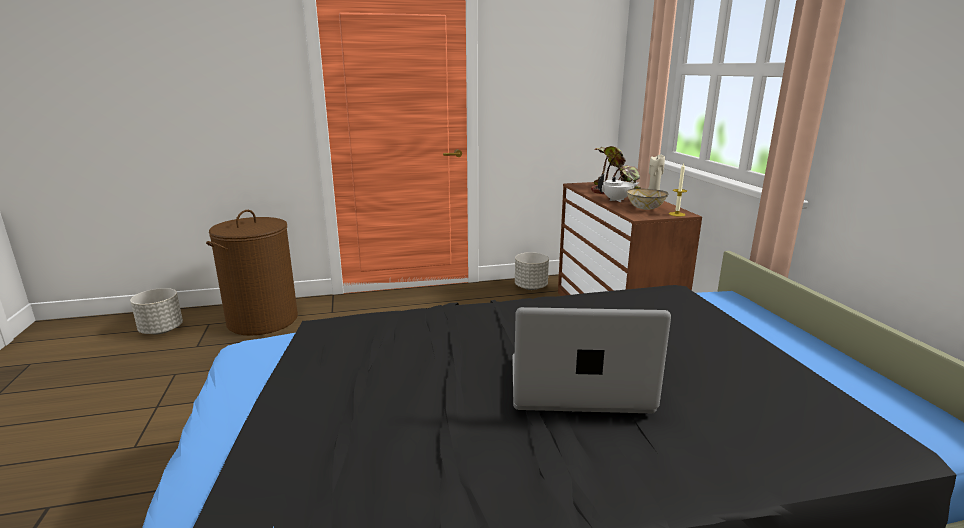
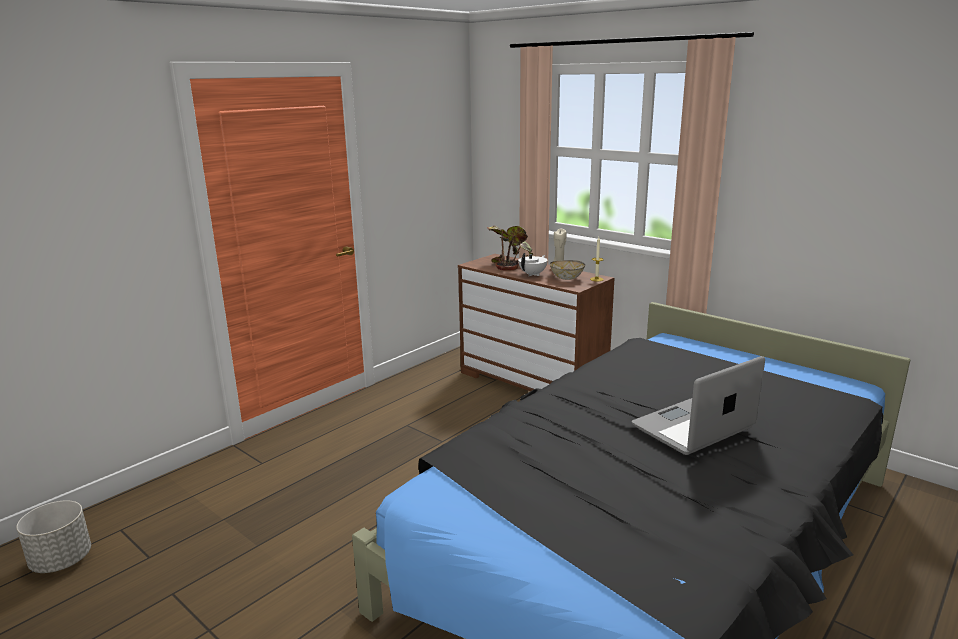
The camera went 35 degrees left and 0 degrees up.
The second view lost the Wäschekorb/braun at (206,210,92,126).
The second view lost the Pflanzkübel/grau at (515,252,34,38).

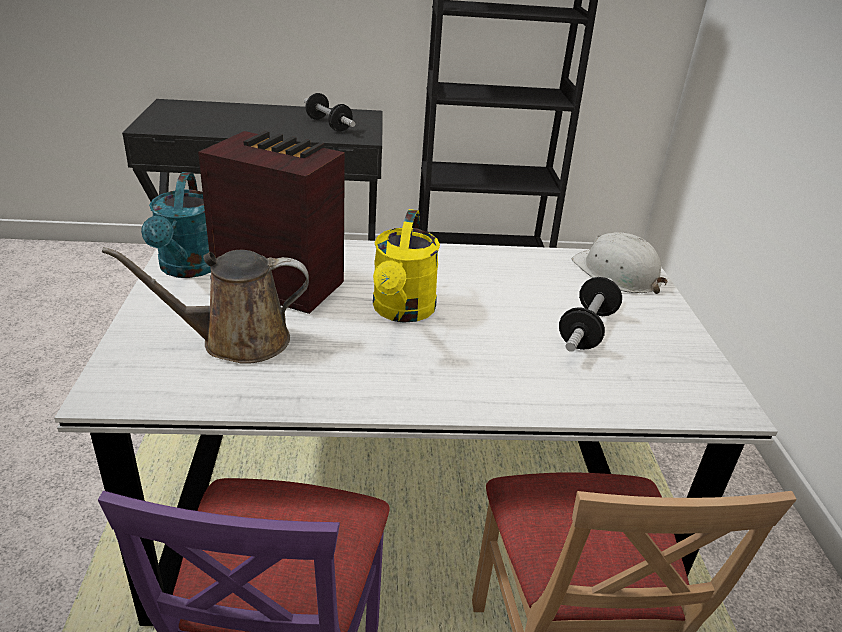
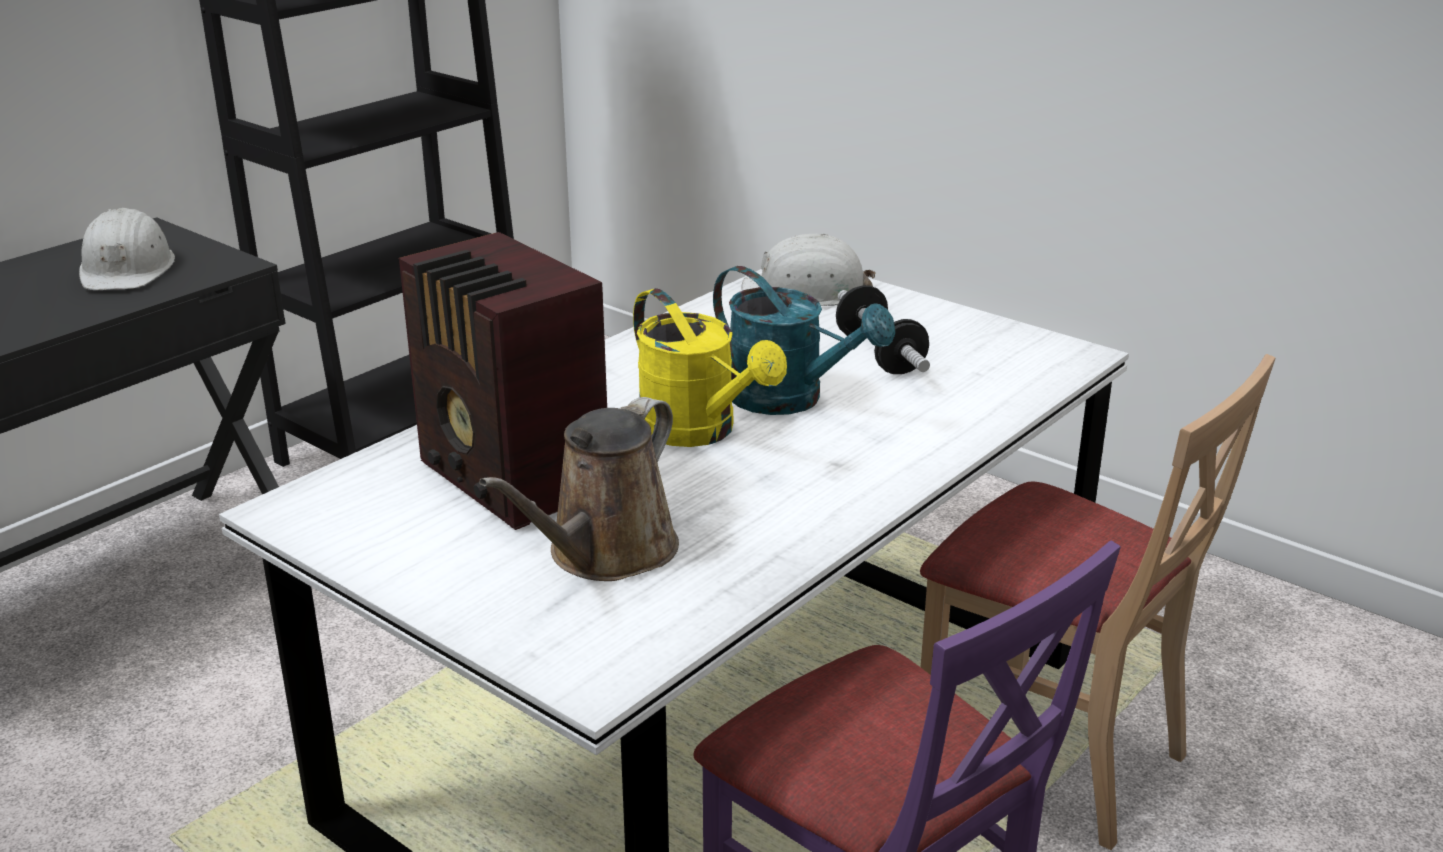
The camera went 45 degrees left and 5 degrees down.
Where the Hantel stood at (304,93,52,39), the Schutzhelm/weiß came to stand at (79,208,96,82).
The Radio at (198,131,147,183) ended up facing another way, 105 degrees counterclockwise from before.
The Gießkanne/türkis ended up elsewhere, having gone from (141,172,70,106) to (713,266,182,149).

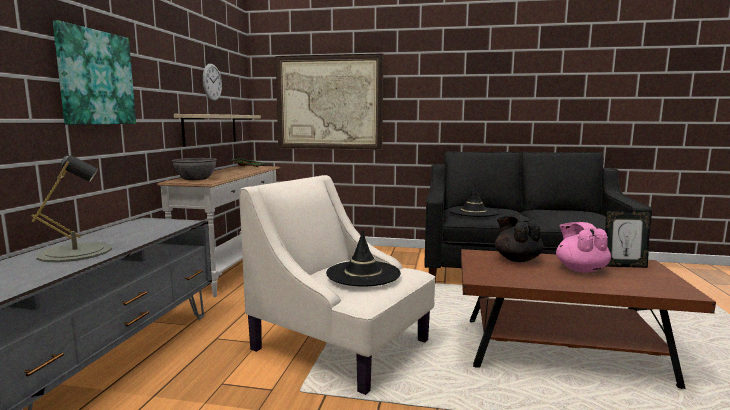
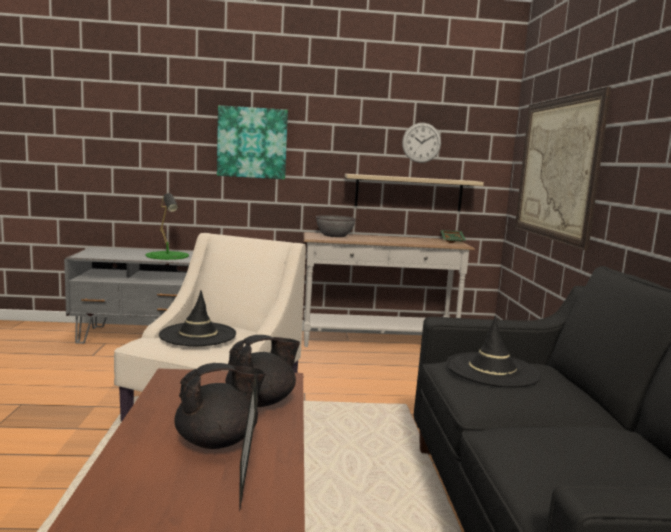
The camera went 75 degrees right and 0 degrees up.
What was the Tischlampe/grau at (32,155,80,107) turned into the Tischlampe/grün at (145,193,44,67).
What was the Teekanne/rosa at (556,222,55,51) turned into the Teekanne/schwarz at (174,363,92,86).

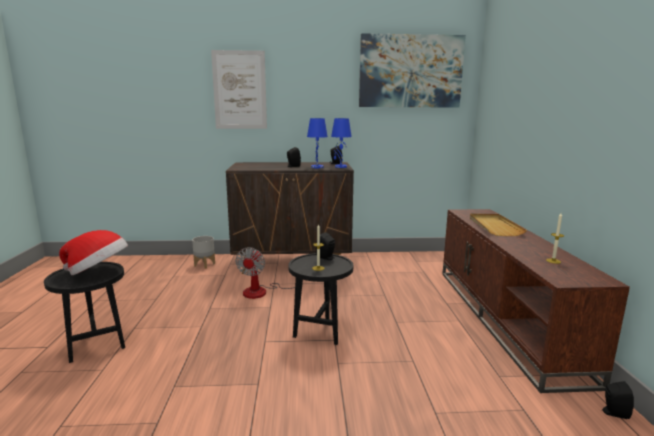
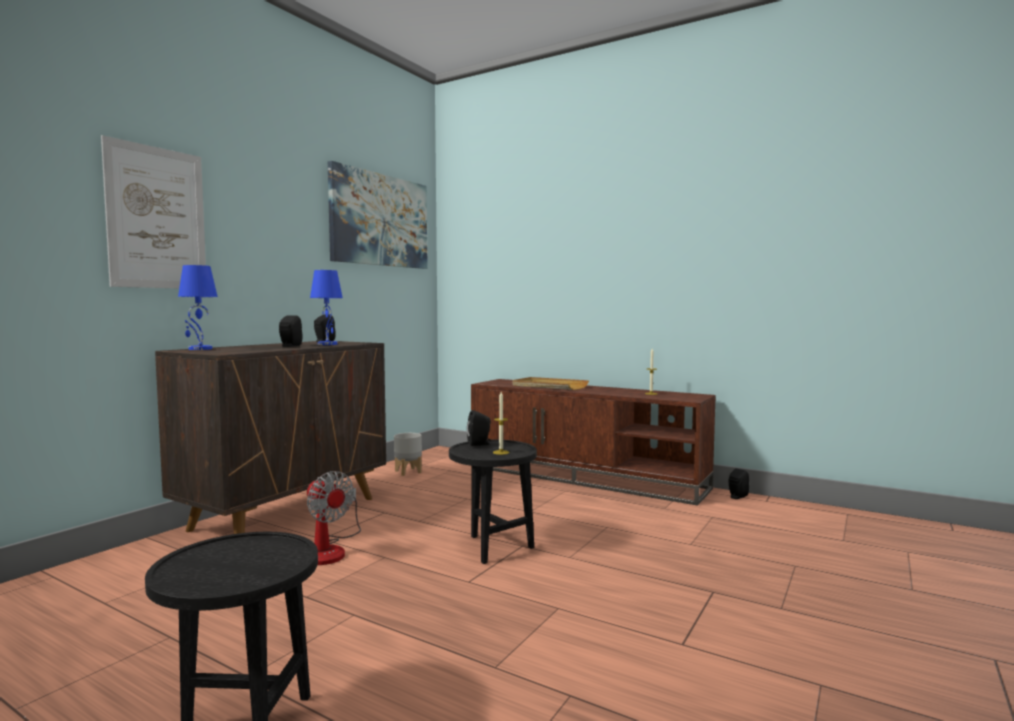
The camera went 55 degrees left and 10 degrees down.
The Tischlampe/blau ended up elsewhere, having gone from (331,118,21,50) to (178,265,40,85).
The Pflanzkübel/grau ended up elsewhere, having gone from (192,236,23,33) to (394,433,28,43).
The second view lost the Hut at (59,230,69,45).

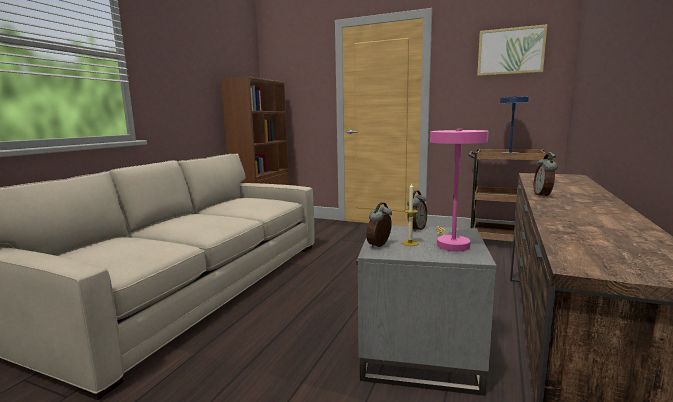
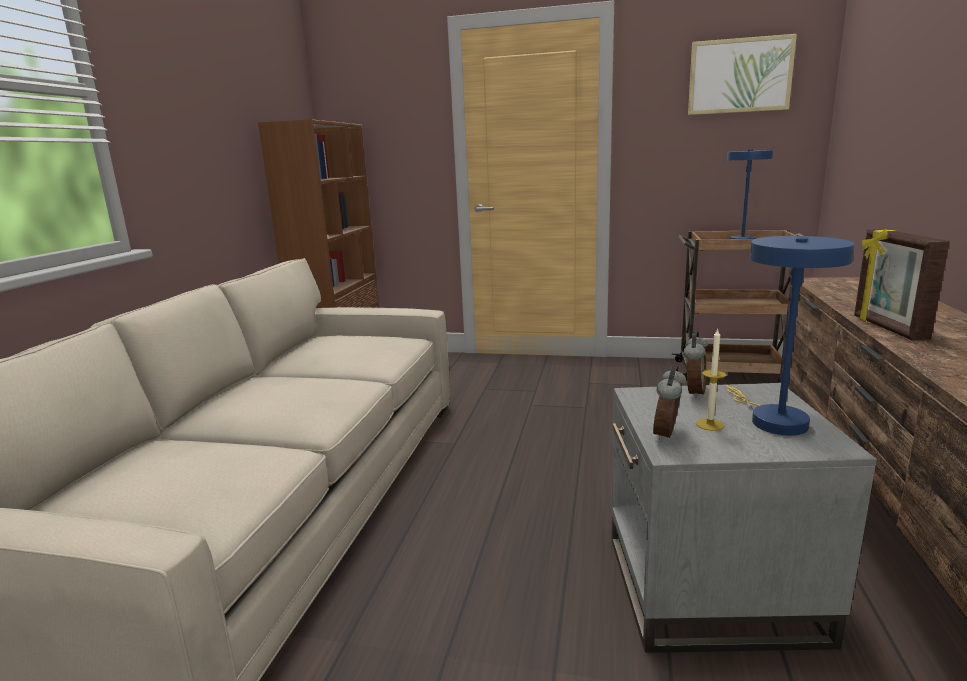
The camera went 10 degrees left and 5 degrees up.
What was the Tischlampe/rosa at (430,129,59,122) turned into the Tischlampe/blau at (726,236,129,199).
Where the Wecker stood at (533,154,25,44), the Bilderrahmen came to stand at (854,229,96,112).

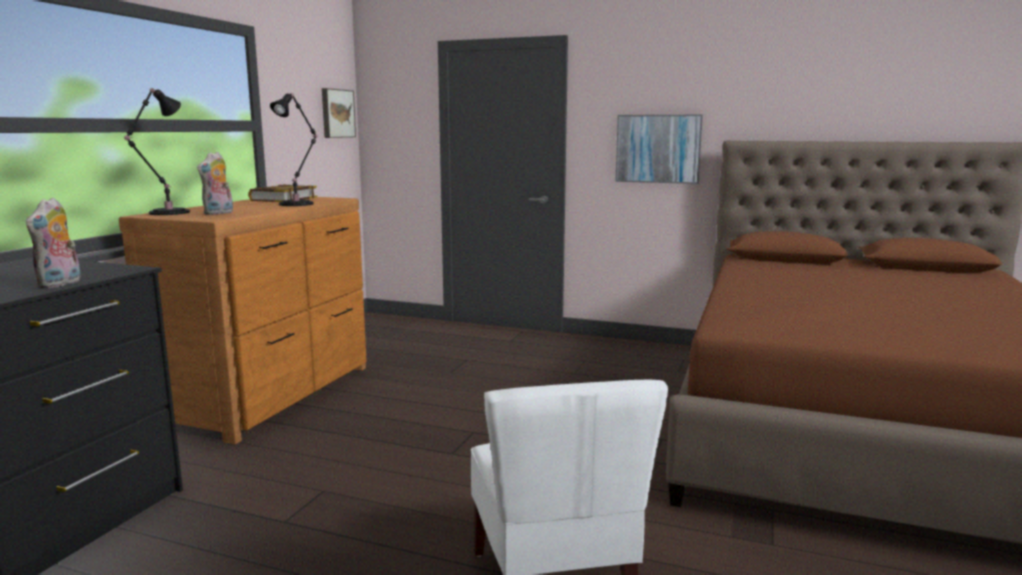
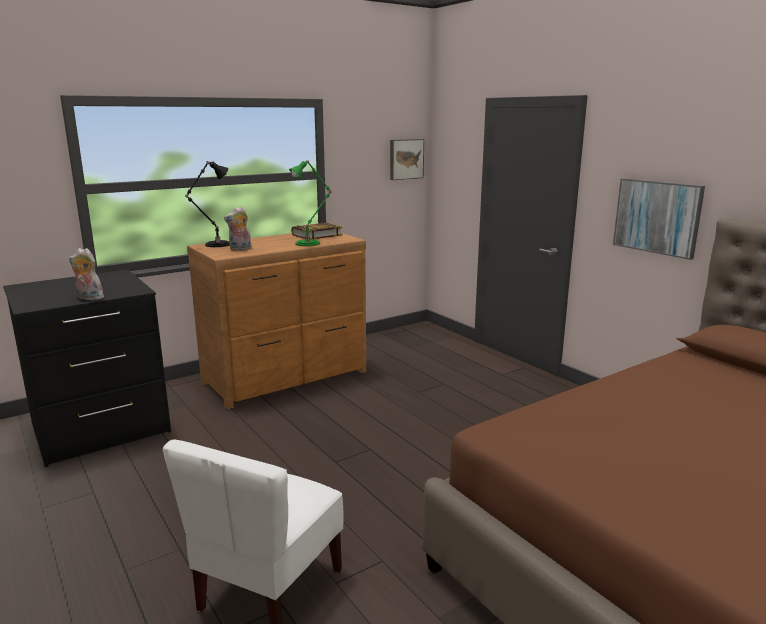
The camera went 35 degrees right and 5 degrees up.
The Plüschtier at (26,197,55,91) ended up facing another way, 60 degrees clockwise from before.
What was the Tischlampe/schwarz at (270,93,48,113) turned into the Tischlampe/grün at (289,160,43,86).

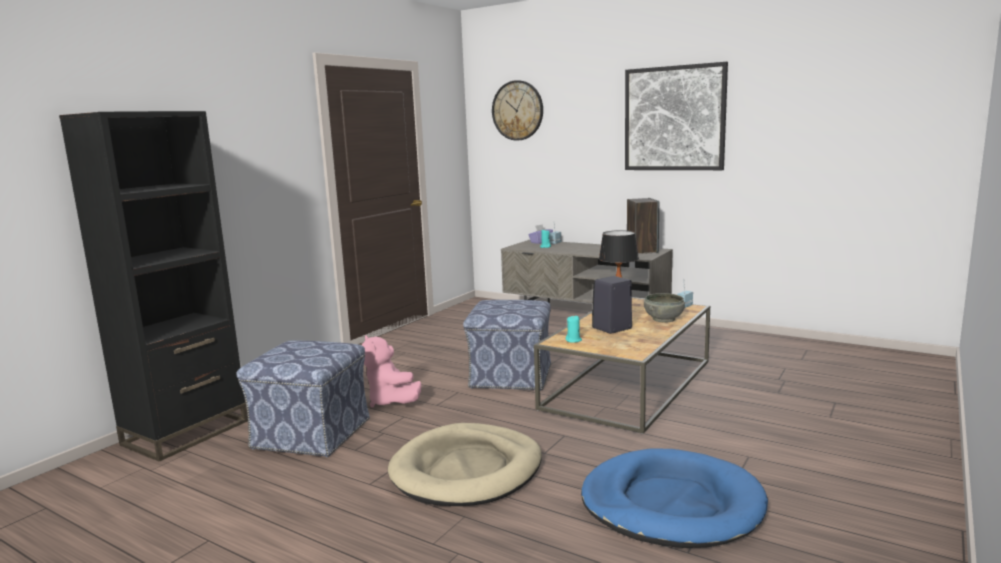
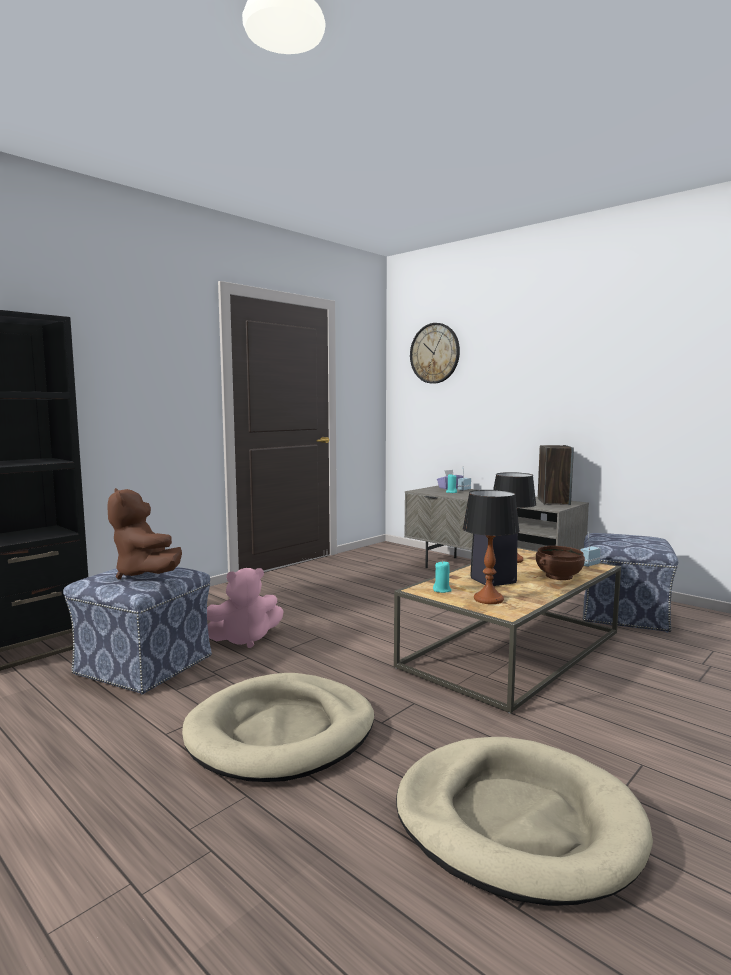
The camera went 10 degrees right and 5 degrees down.
The second view gained the Plüschtier/braun at (108,488,74,91).
The Plüschtier/rosa at (362,335,60,72) ended up facing another way, 90 degrees counterclockwise from before.
What was the Hundebett/blau at (581,448,187,100) turned into the Hundebett/beige at (396,737,257,169).
The second view gained the Tischlampe at (463,490,57,114).
What was the Schüssel/grau at (644,293,41,29) turned into the Schüssel/braun at (536,546,49,34).
The Polsterhocker ended up elsewhere, having gone from (463,300,88,91) to (583,533,95,100).
The second view lost the Bild at (625,62,103,108).

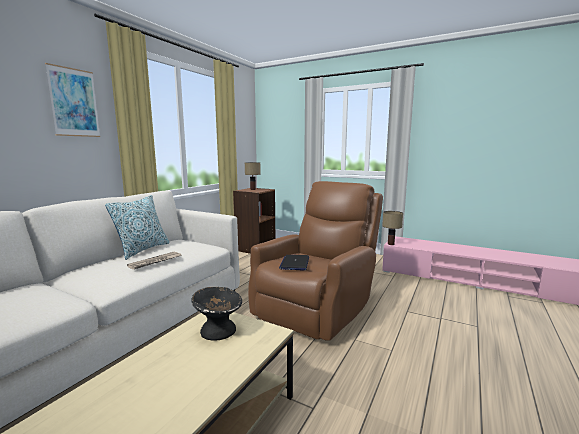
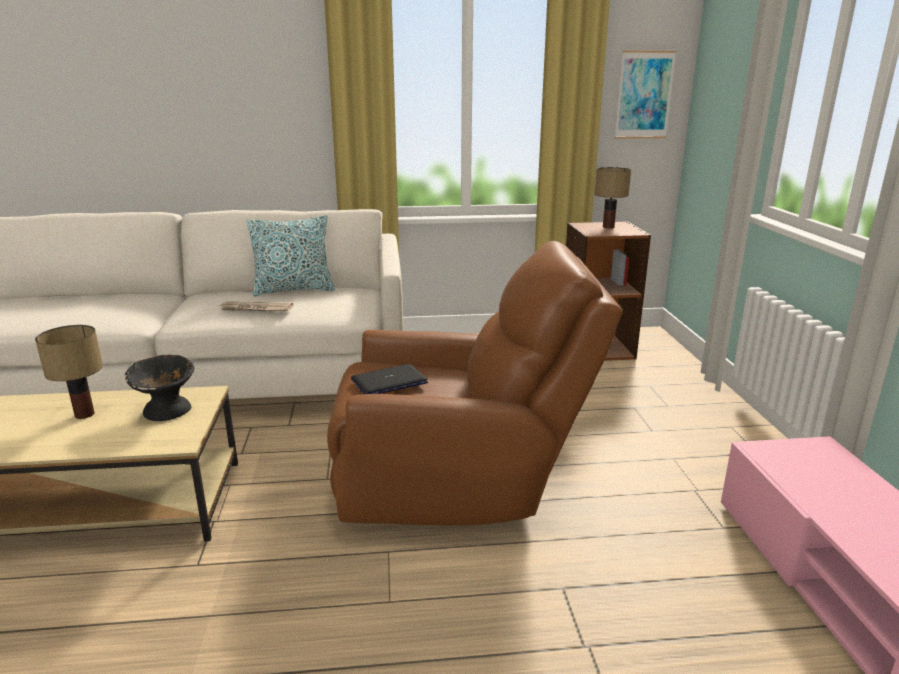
The camera went 55 degrees right and 10 degrees up.
The Tischlampe ended up elsewhere, having gone from (382,211,21,34) to (35,325,68,94).
The Bild ended up elsewhere, having gone from (45,63,55,74) to (615,51,61,88).

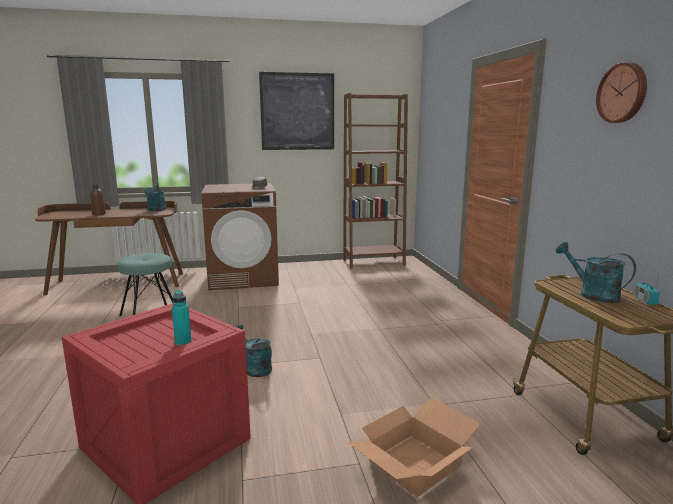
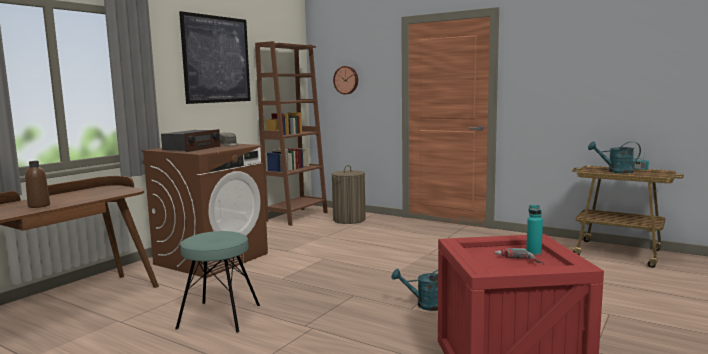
The camera went 45 degrees left and 5 degrees down.
The second view gained the Radio at (161,129,59,23).
The second view gained the Wäschekorb at (332,165,34,59).
The Wanduhr ended up elsewhere, having gone from (596,62,51,61) to (333,66,25,28).
The second view gained the Bohrmaschine at (494,248,51,17).
The second view lost the Gießkanne/türkis at (144,185,22,26).
The second view lost the Karton at (348,397,133,100).

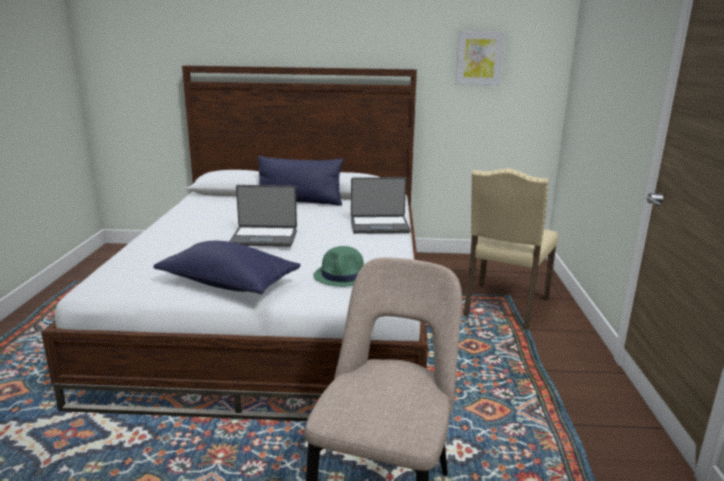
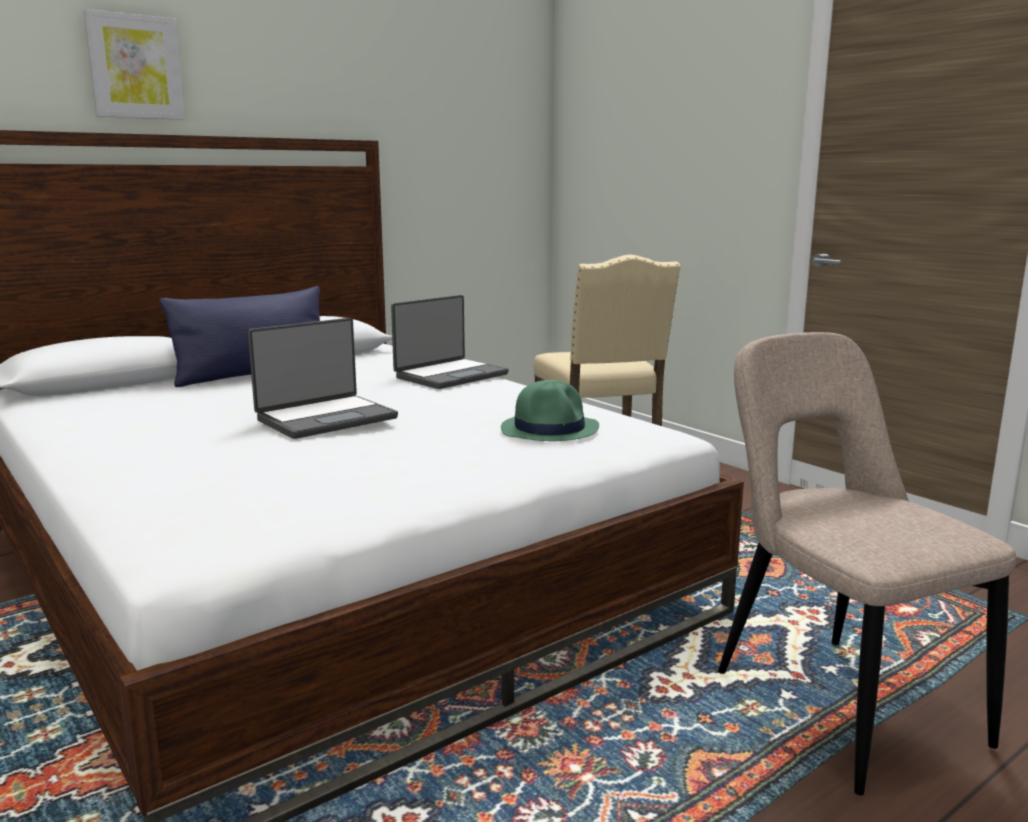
The camera went 40 degrees left and 5 degrees down.
The Bild ended up elsewhere, having gone from (455,31,50,54) to (83,9,102,111).
The second view lost the Kissen/blau at (153,241,148,53).

